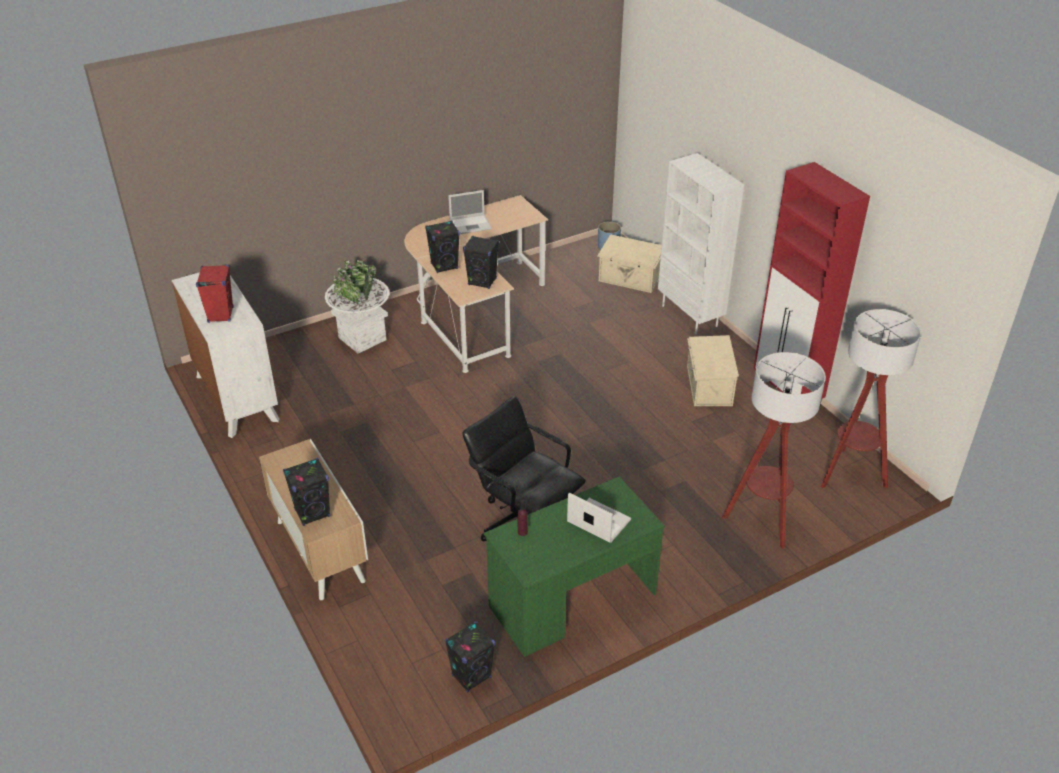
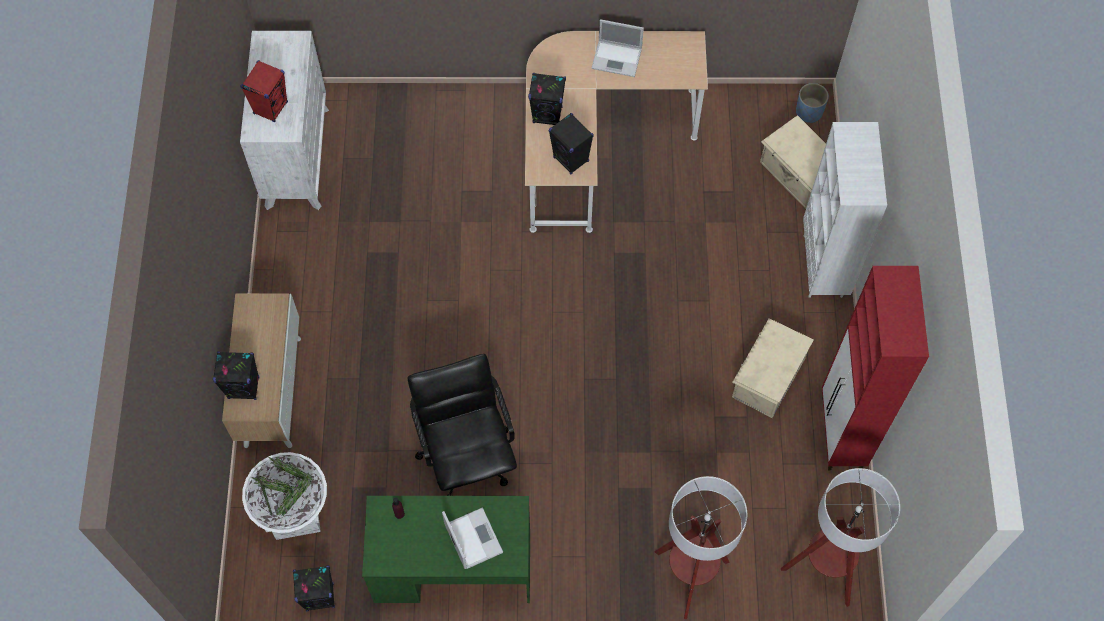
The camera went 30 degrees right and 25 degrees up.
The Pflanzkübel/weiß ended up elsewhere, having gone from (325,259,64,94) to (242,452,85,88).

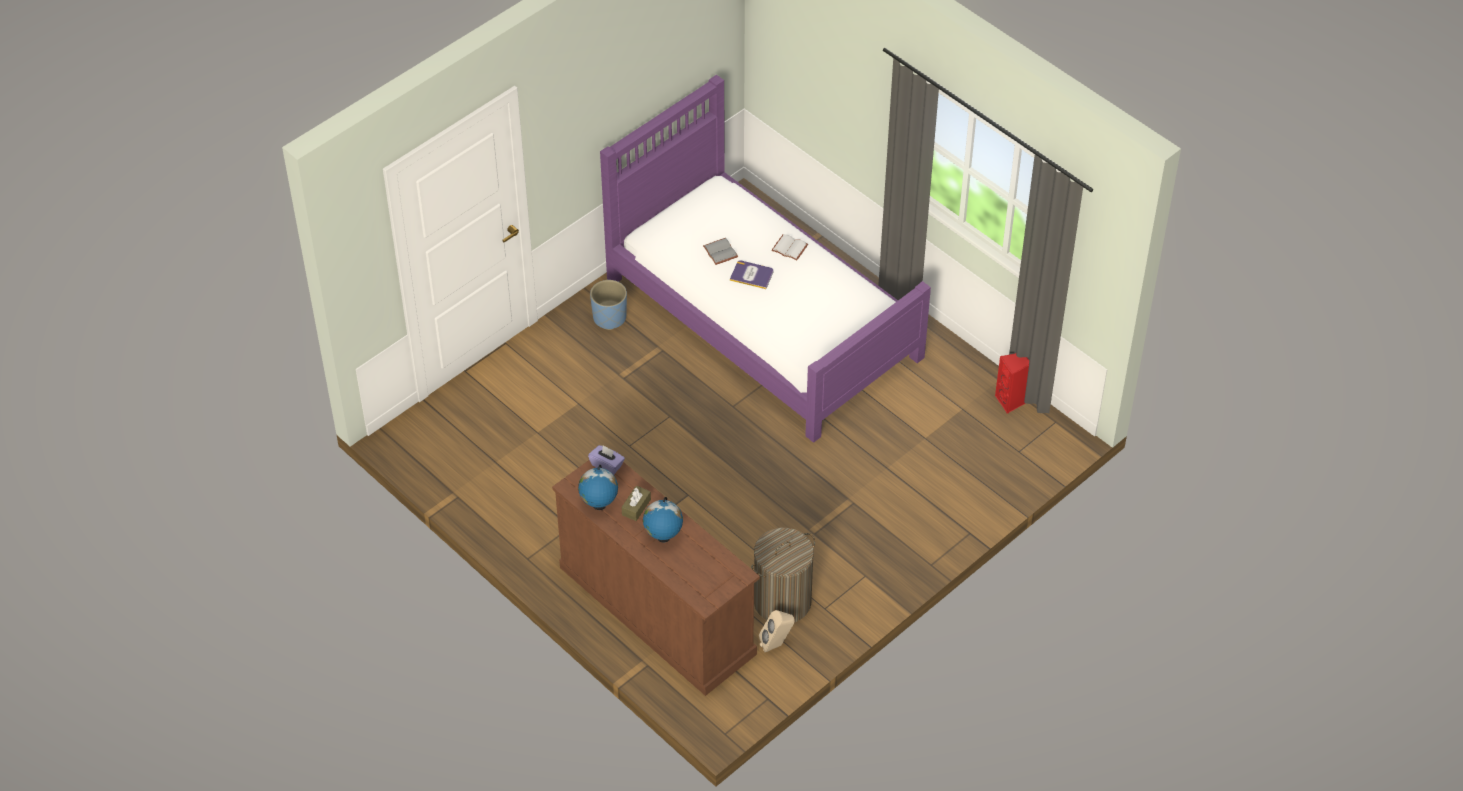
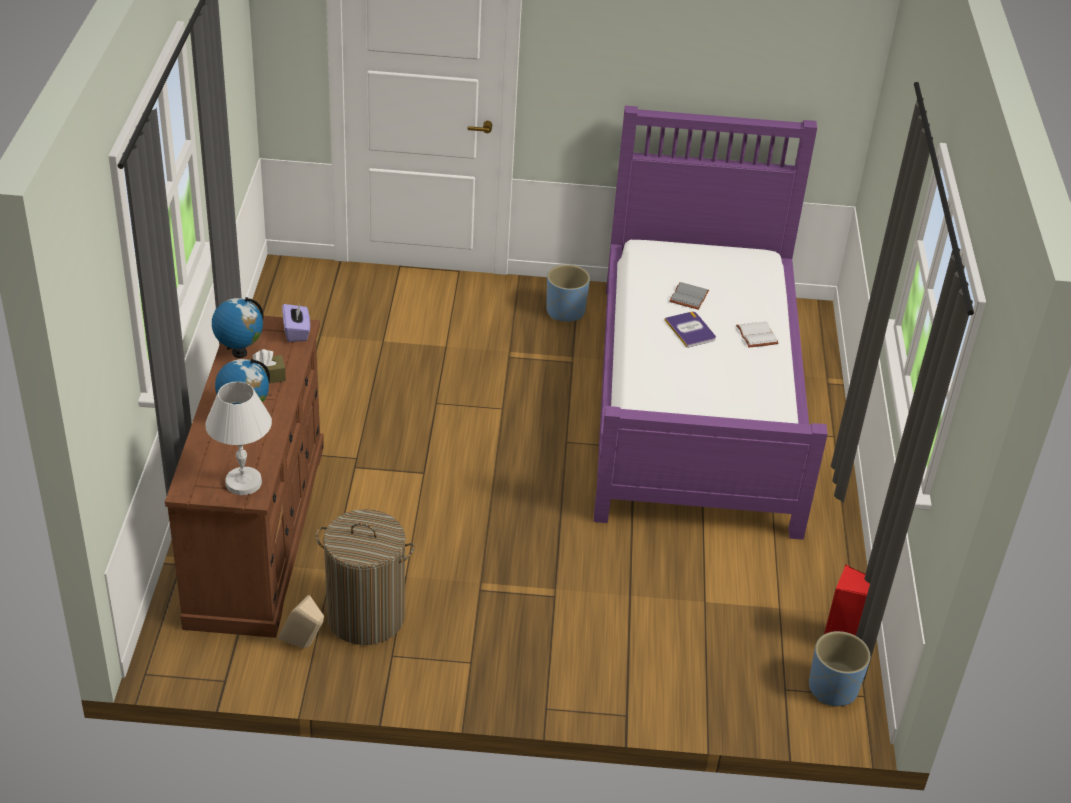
The camera went 45 degrees right and 10 degrees down.
The second view gained the Tischlampe/weiß at (205,382,67,113).
The second view gained the Pflanzkübel/blau at (809,631,61,75).

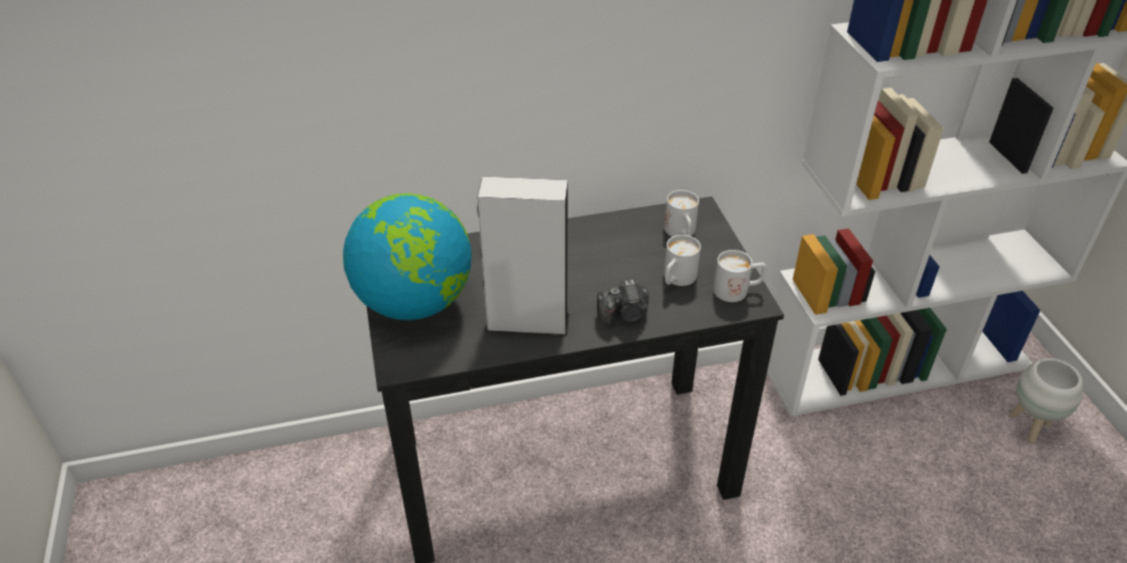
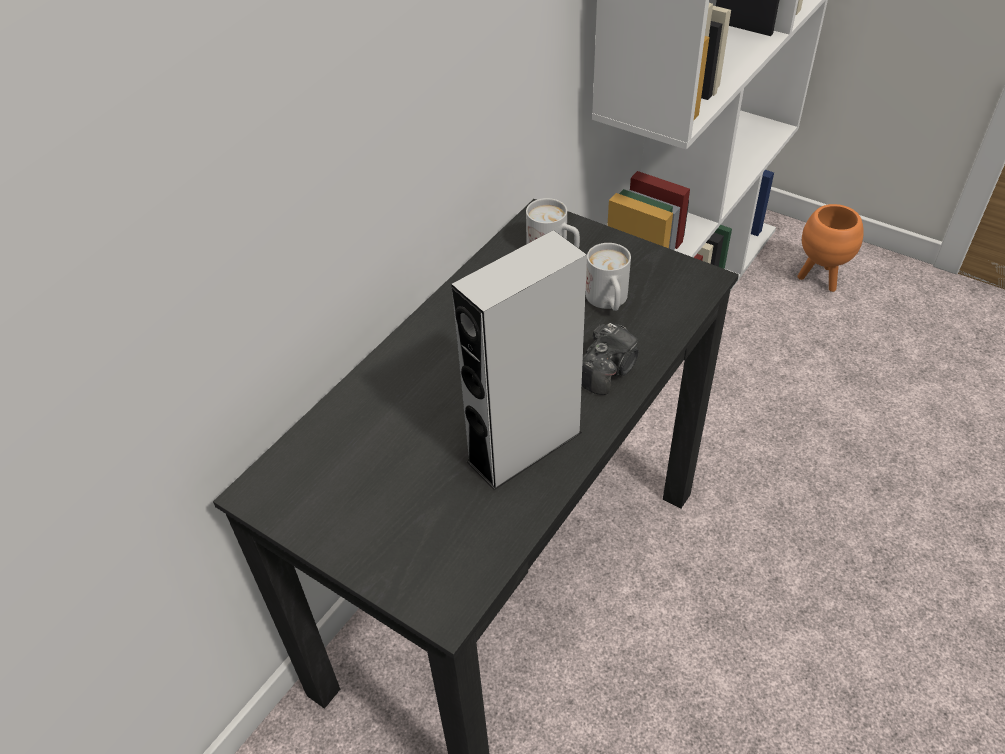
The camera went 40 degrees left and 5 degrees up.
What was the Pflanzkübel/weiß at (1009,358,74,85) turned into the Pflanzkübel/orange at (797,204,67,88).
The second view lost the Globus at (343,193,129,127).
The second view lost the Henkelbecher/weiß at (713,250,53,52).

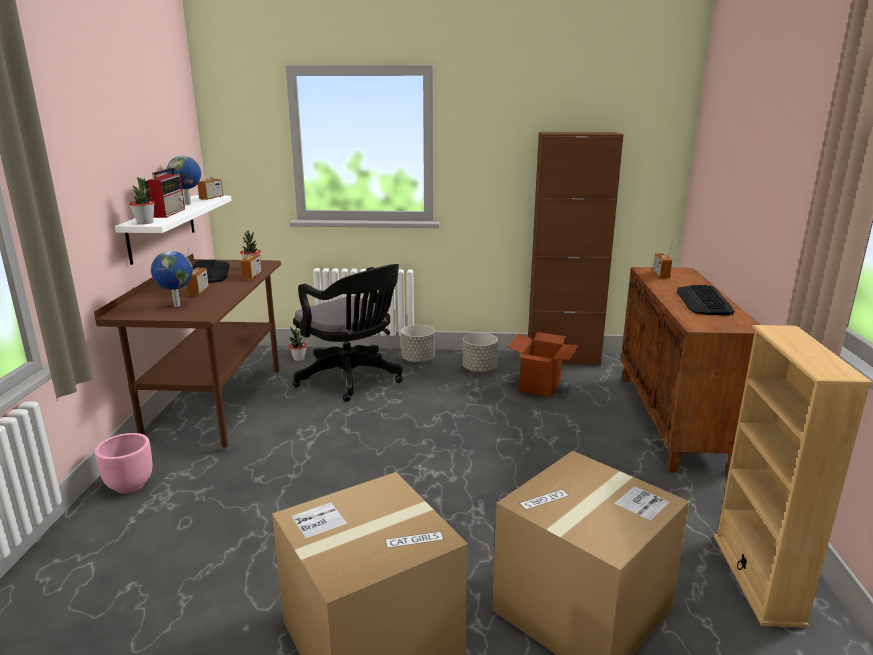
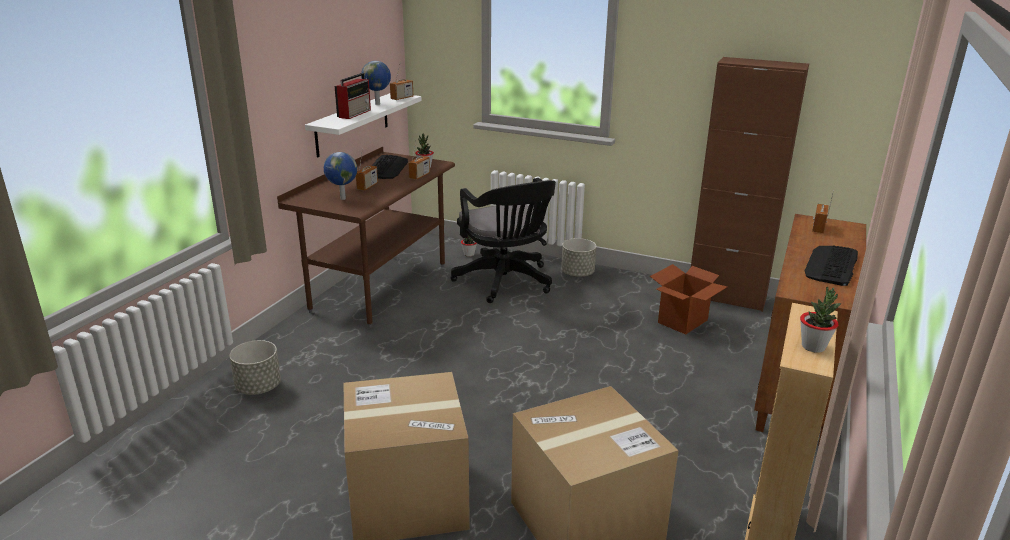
The camera went 20 degrees right and 5 degrees up.
The Pflanzkübel/grau ended up elsewhere, having gone from (463,333,35,40) to (229,340,52,55).
The Topfpflanze ended up elsewhere, having gone from (129,177,26,47) to (800,287,42,66).
The second view lost the Pflanzkübel/rosa at (95,433,57,61).

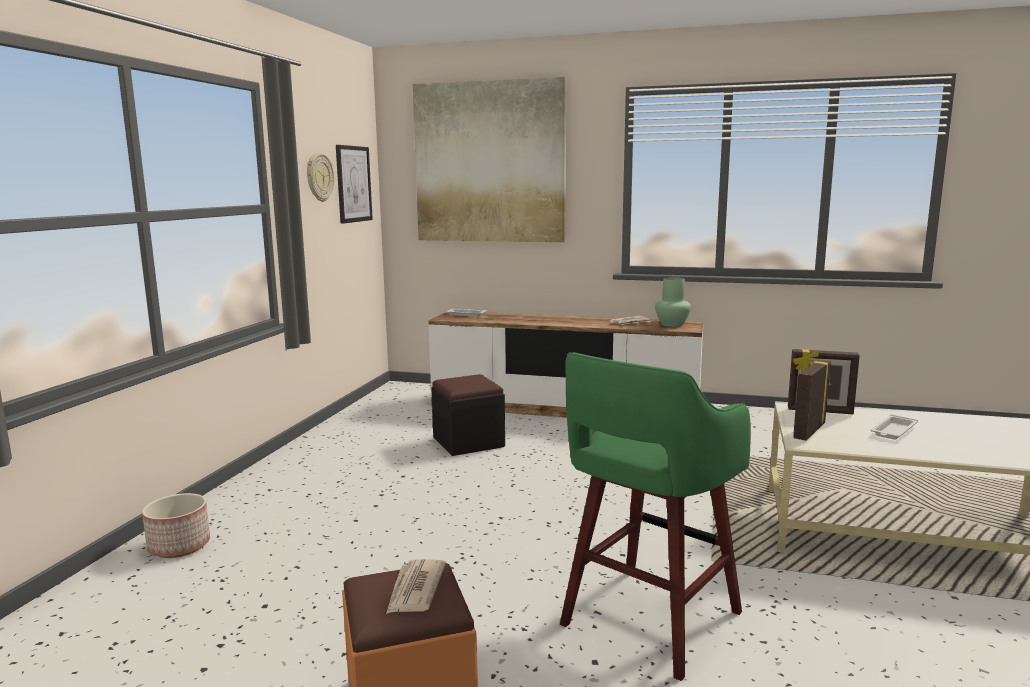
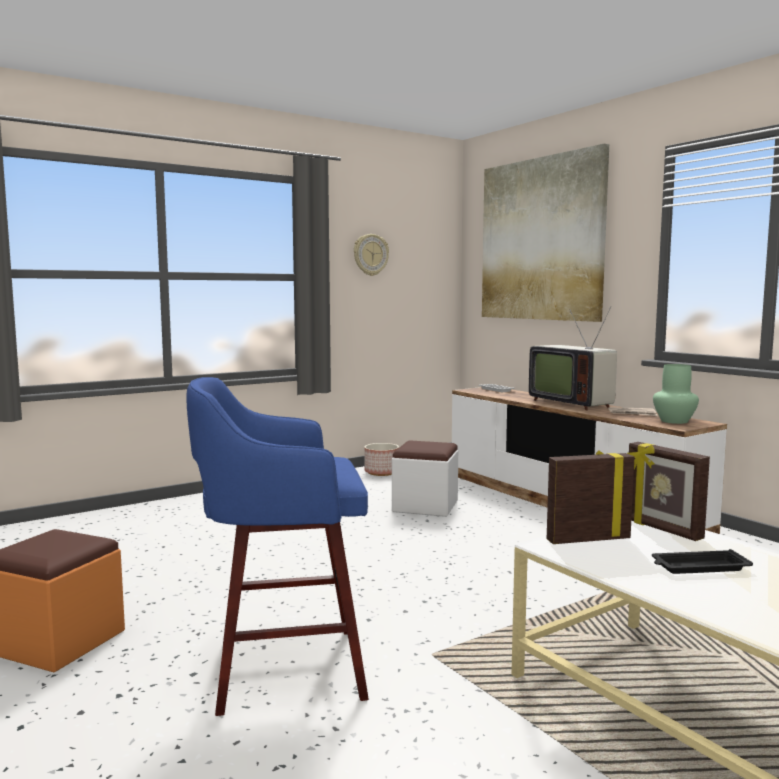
The camera went 40 degrees right and 5 degrees down.
What was the Hocker/grün at (560,352,191,329) turned into the Hocker/blau at (186,377,183,339).
The Pflanzkübel ended up elsewhere, having gone from (142,493,68,65) to (364,443,35,33).
What was the Polsterhocker/schwarz at (431,374,74,82) turned into the Polsterhocker/weiß at (392,440,66,77).
The second view gained the Fernseher at (529,307,88,103).
What was the Tablett/weiß at (871,414,47,26) turned into the Tablett/schwarz at (652,549,101,25).
The second view lost the Bild at (336,145,37,79).
The second view lost the Zeitung at (386,559,60,55).

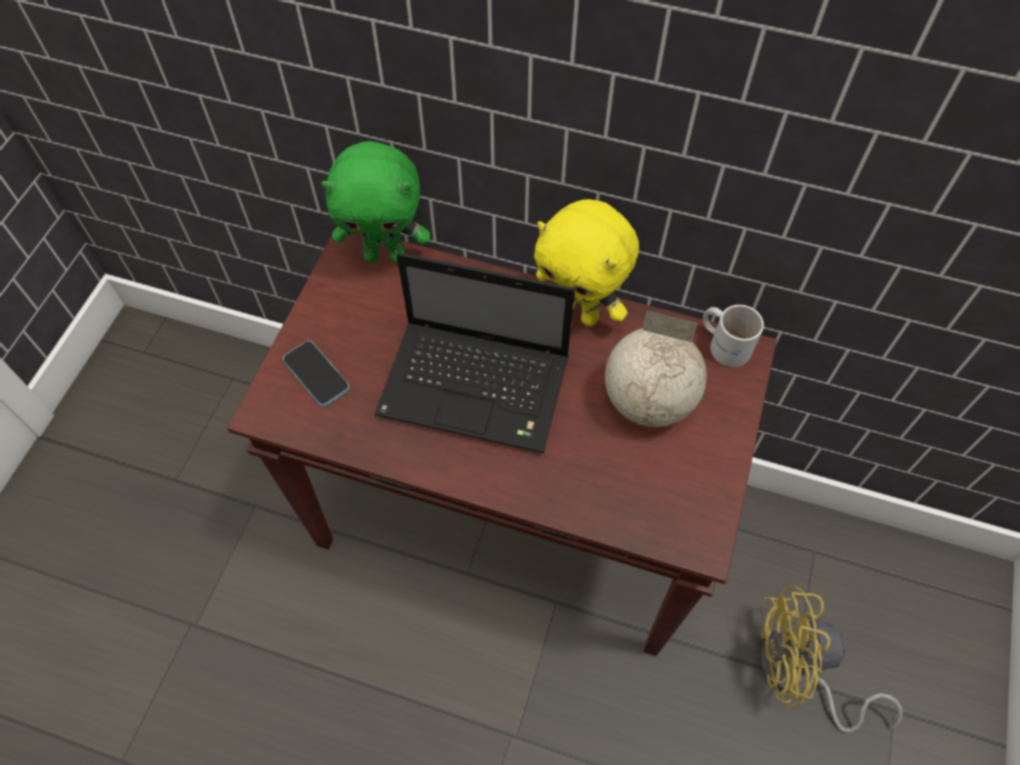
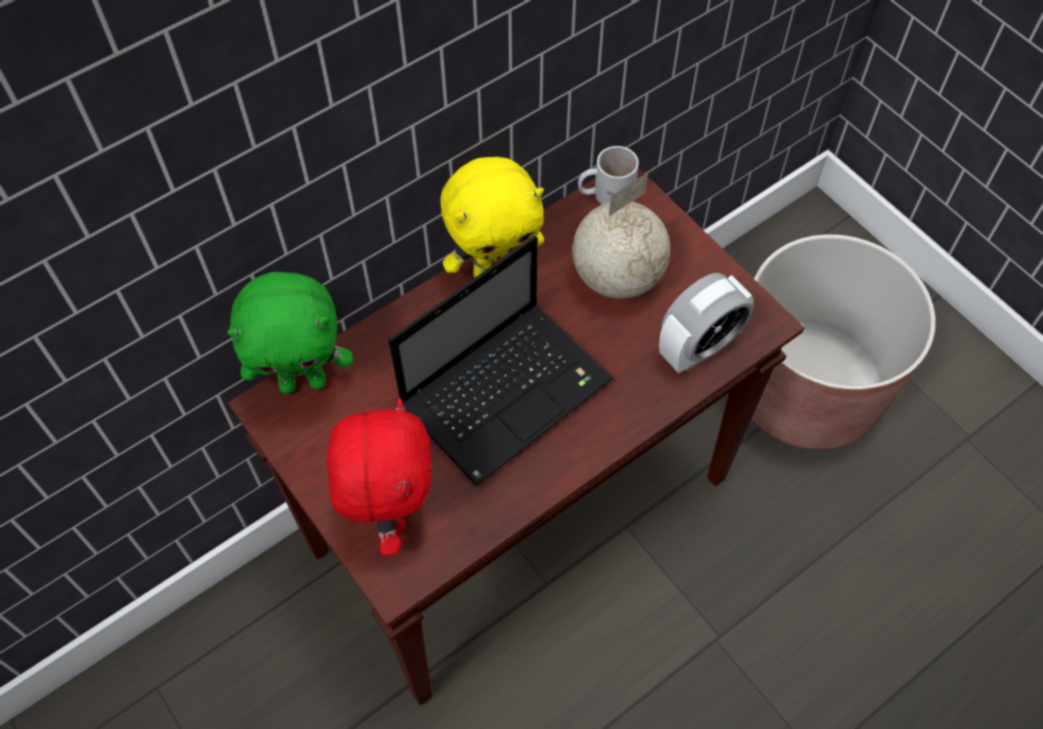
The camera went 55 degrees left and 0 degrees up.
The Plüschtier/grün at (321,141,109,122) ended up facing another way, 45 degrees clockwise from before.
Where the Handy stood at (283,341,67,66), the Plüschtier/rot came to stand at (327,398,105,158).
The second view gained the Wecker at (659,273,95,100).
Where the Ventilator/gelb stood at (760,585,143,148), the Pflanzkübel/braun came to stand at (752,234,184,215).

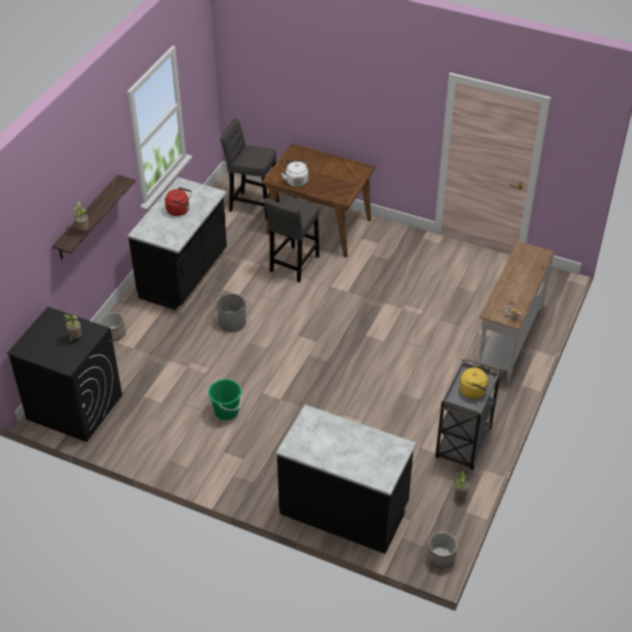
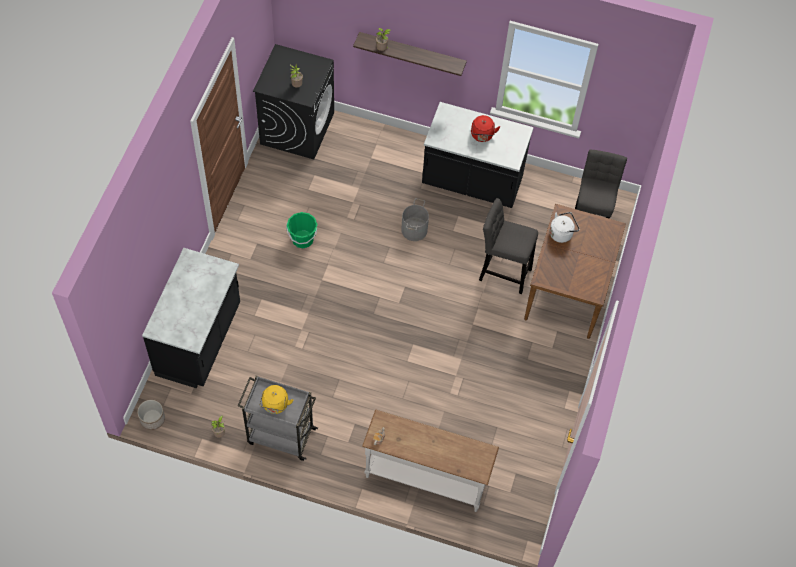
The camera went 80 degrees right and 15 degrees up.
The second view lost the Pflanzkübel at (99,312,27,30).

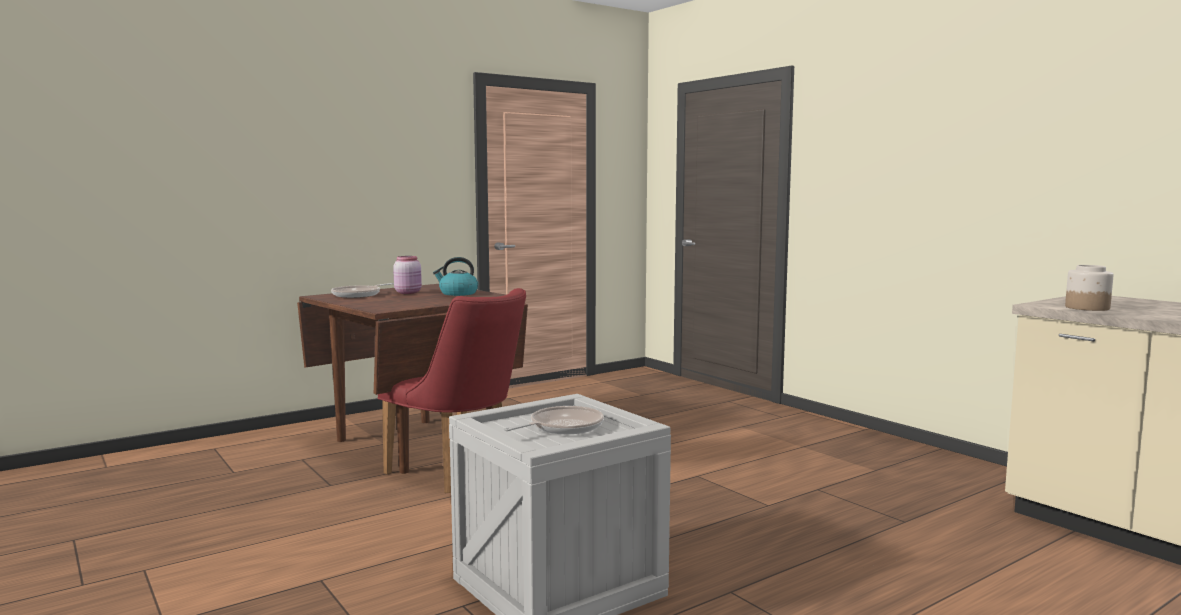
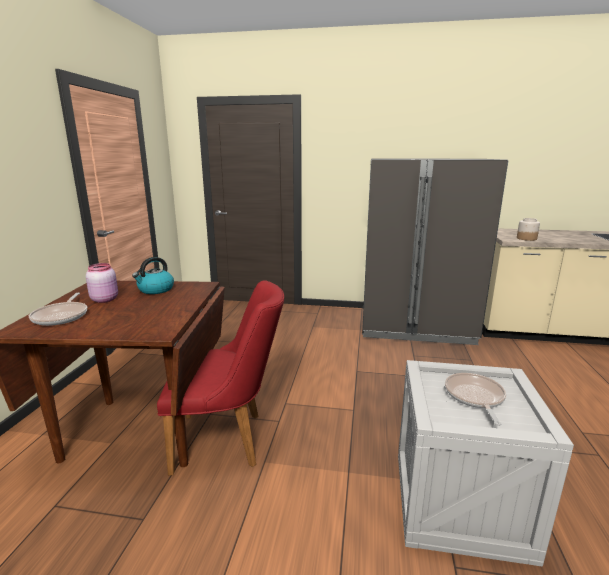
The camera went 45 degrees left and 10 degrees up.
The second view gained the Kühlschrank/grau at (362,159,146,186).

